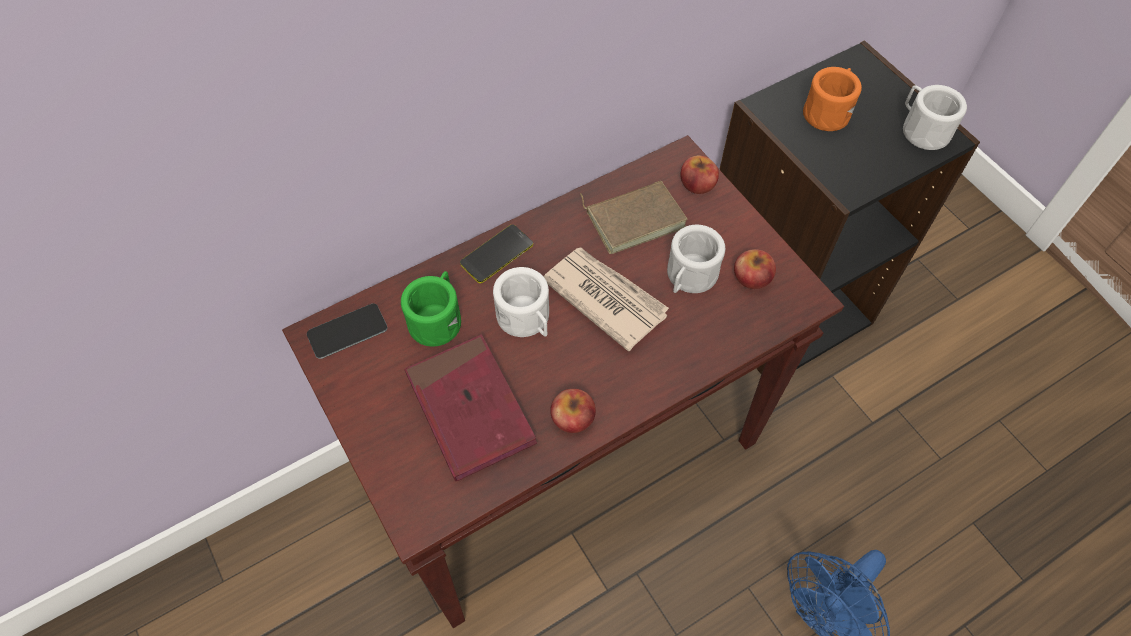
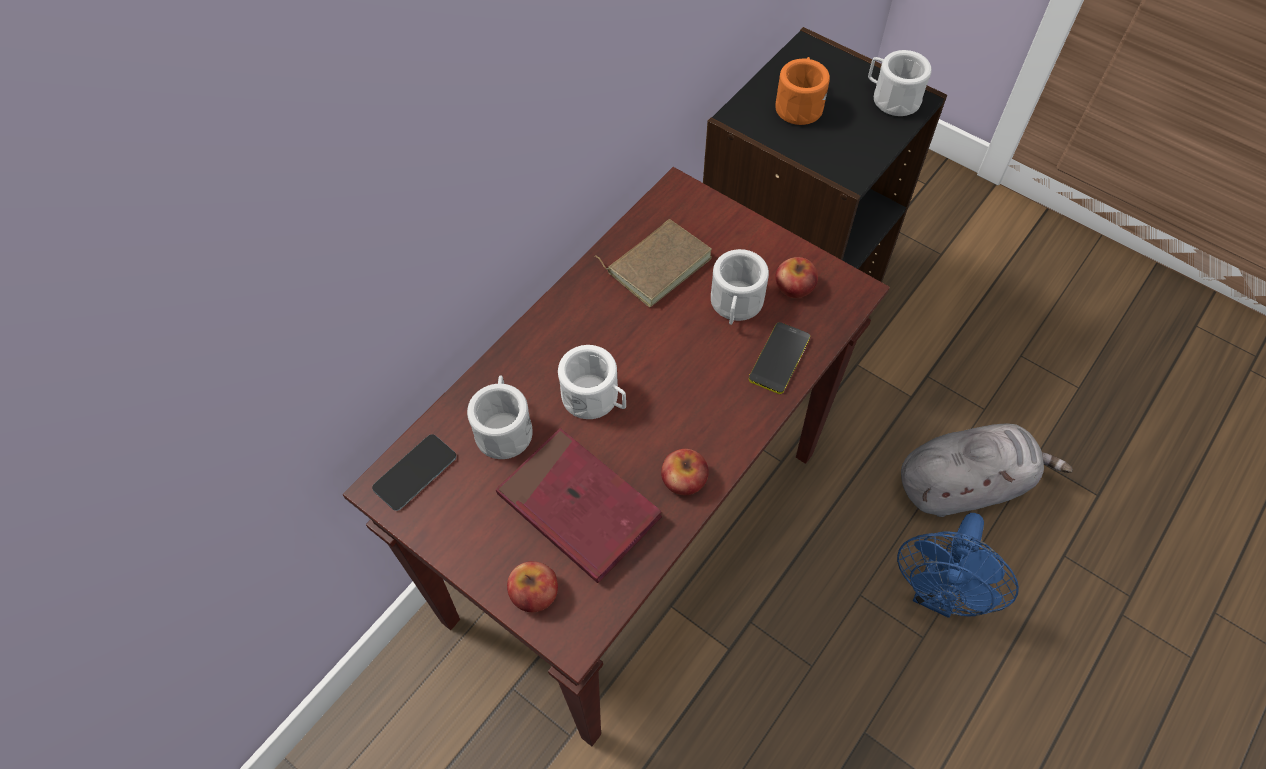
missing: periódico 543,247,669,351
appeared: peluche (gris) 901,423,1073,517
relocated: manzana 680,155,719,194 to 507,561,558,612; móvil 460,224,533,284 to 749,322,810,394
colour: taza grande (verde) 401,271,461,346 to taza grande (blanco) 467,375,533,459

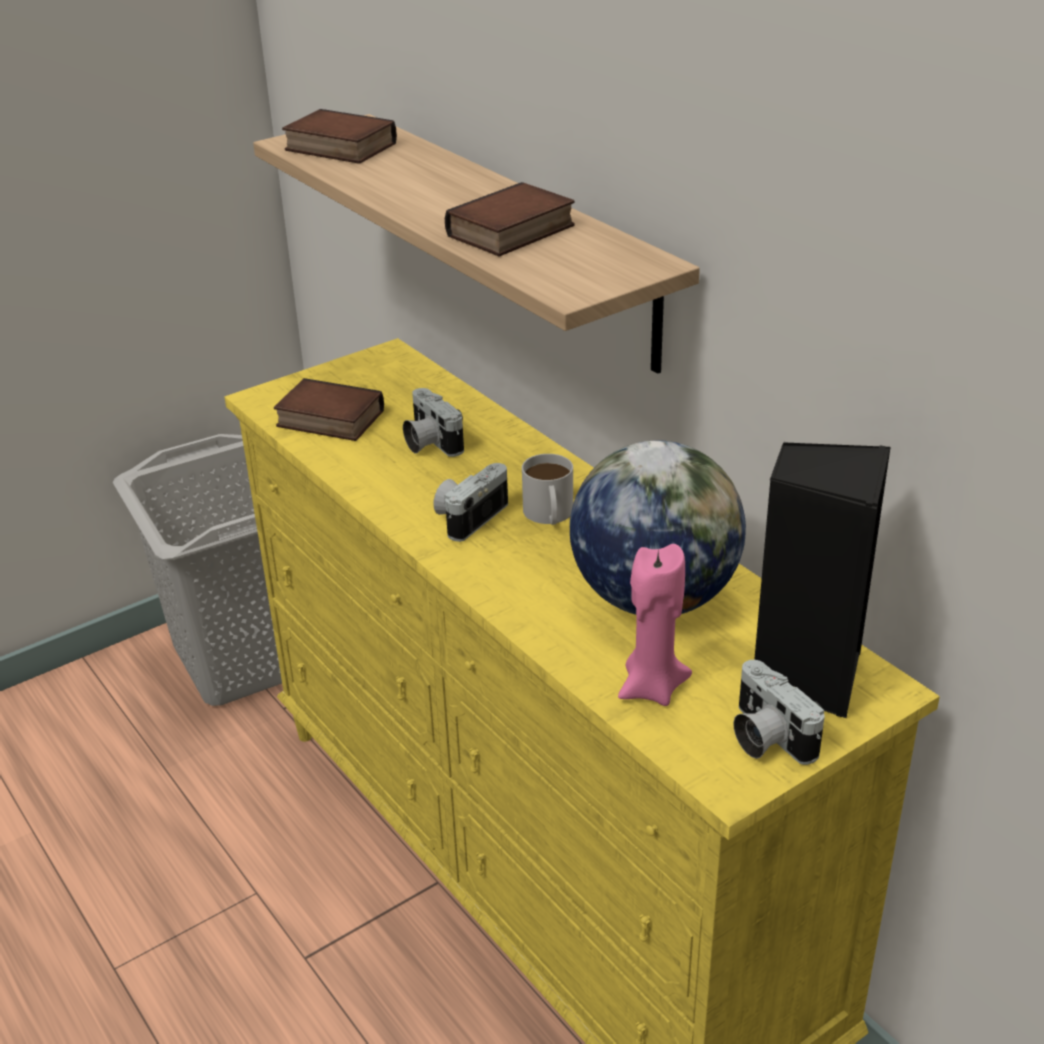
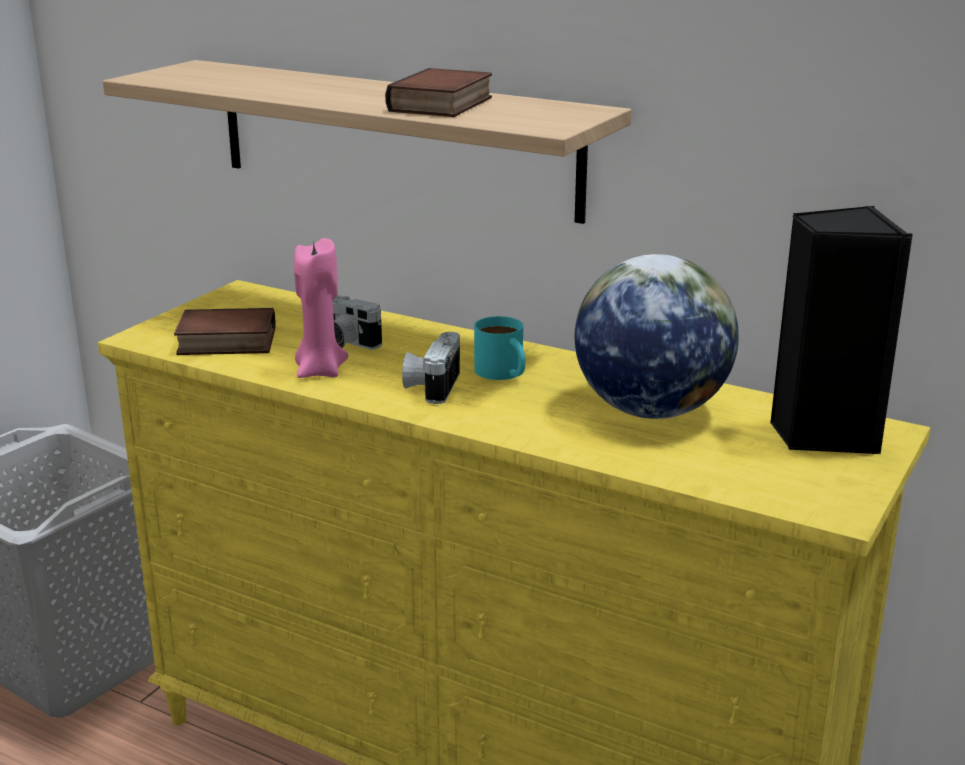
missing: libro 282,109,397,164; cámara 733,660,825,765
relocated: vela (rosa) 618,544,692,706 to 294,238,348,378
colour: taza grande (blanco) 522,454,573,525 to taza grande (turquesa) 474,316,525,380

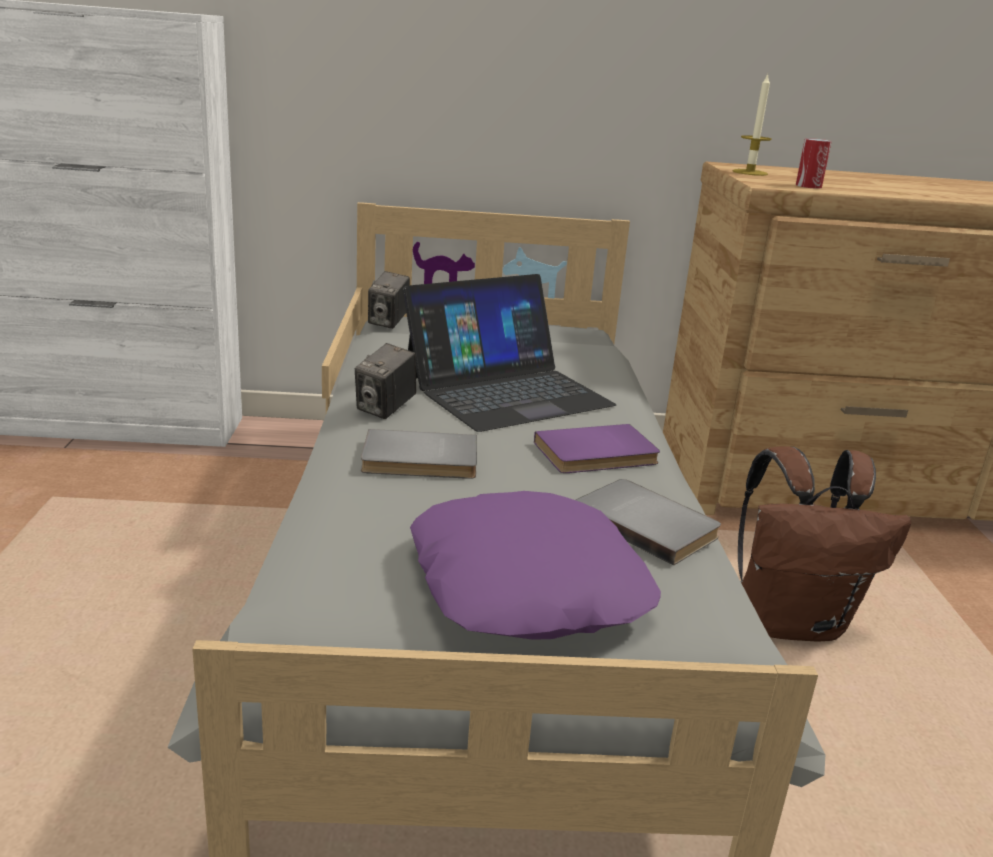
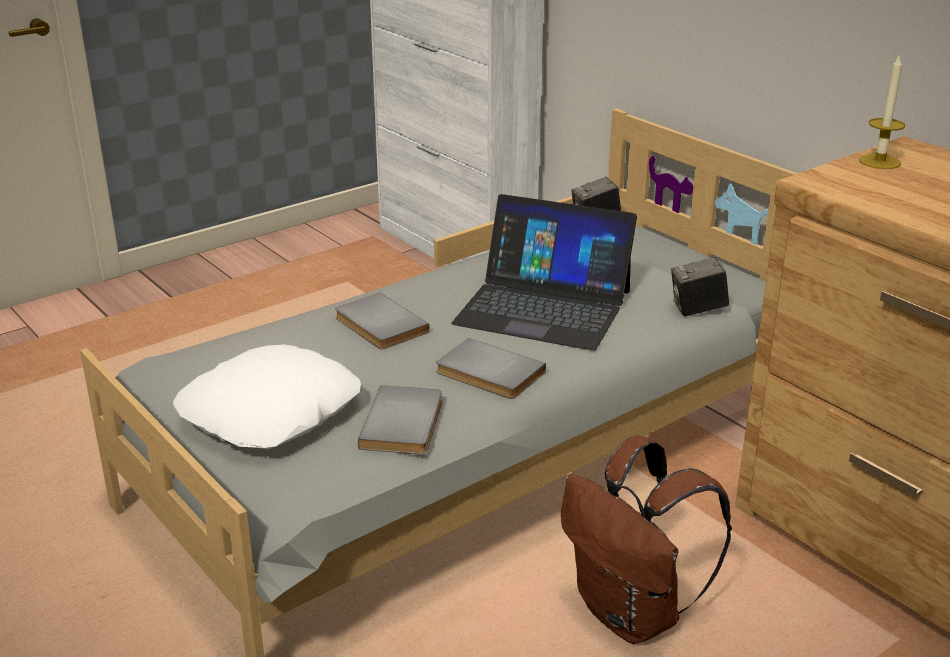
missing: lata 796,138,832,189
relocated: cámara 355,343,416,419 to 671,257,729,316
colour: cojín (morado) 410,491,661,640 to cojín (blanco) 173,345,361,450; libro (morado) 534,424,660,473 to libro (gris) 436,338,546,399

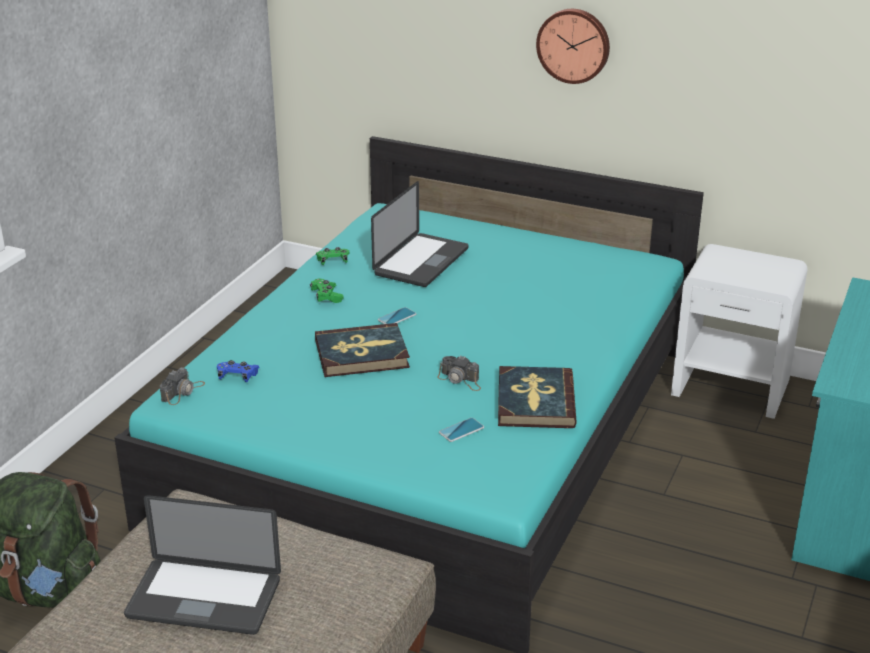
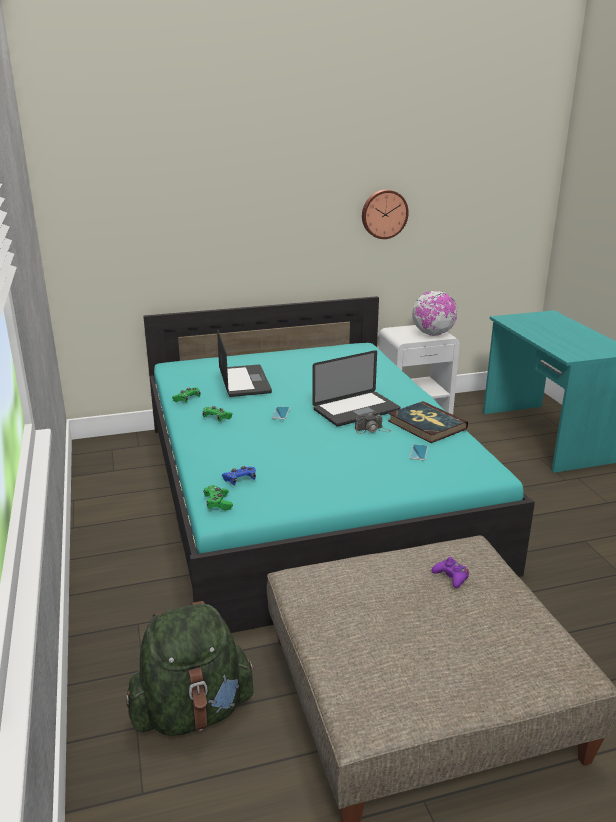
missing: libro 315,323,410,377
appeared: globo terráqueo 412,291,457,336; mando de consola (morado) 431,557,469,588
relocated: portátil 124,495,281,635 to 312,350,400,427; reloj de pared 536,9,610,84 to 362,190,409,239
exchanged: cámara 160,367,205,405 to mando de consola (verde) 203,485,233,511

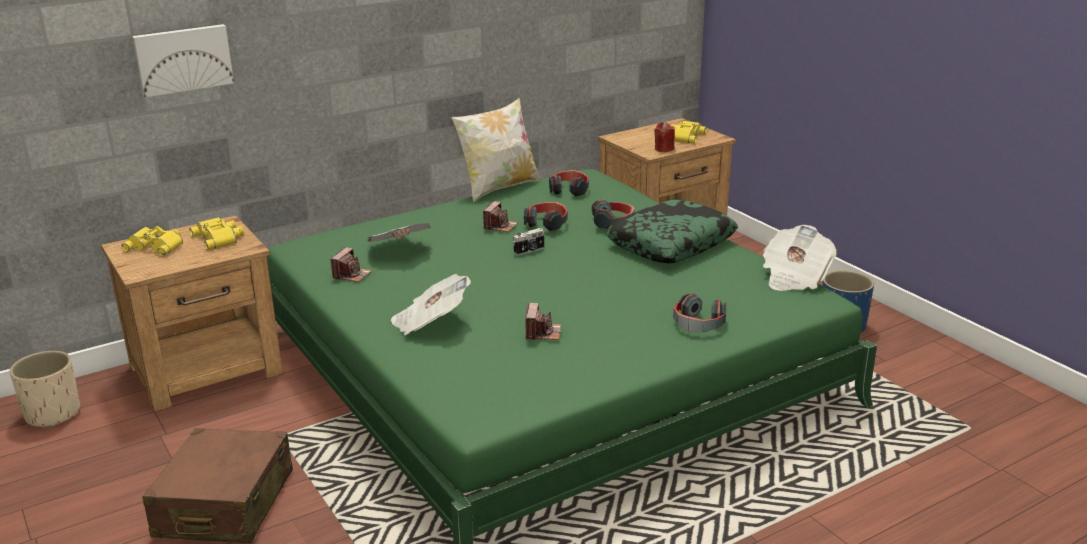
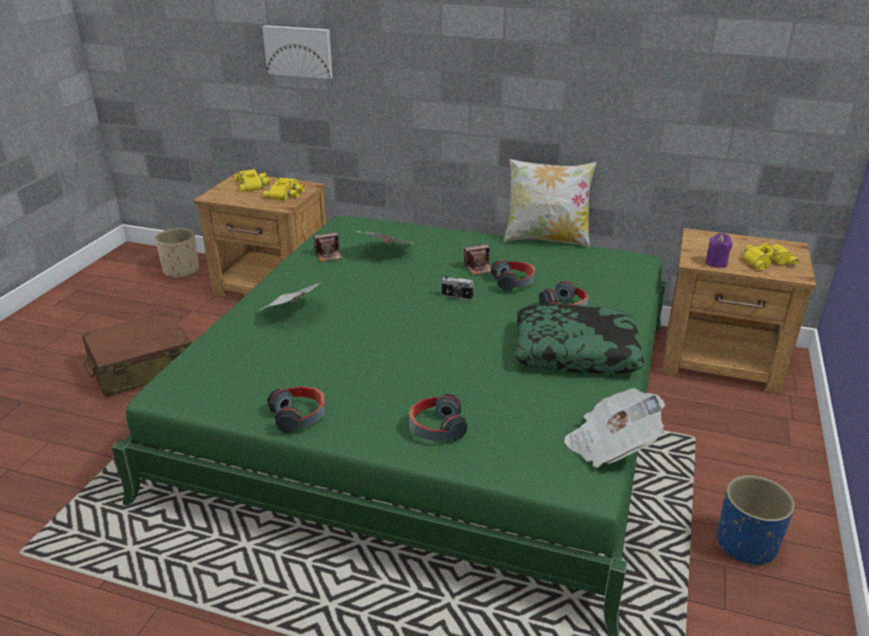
missing: cámara 526,303,561,341
relocated: auriculares 549,170,589,197 to 267,386,325,433
colour: vela (rojo) 654,122,675,152 to vela (morado) 705,233,732,268

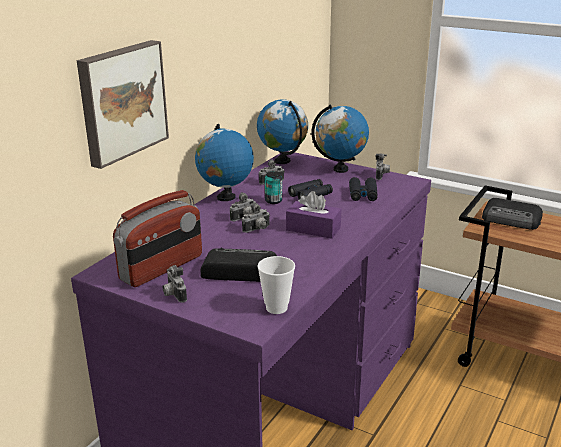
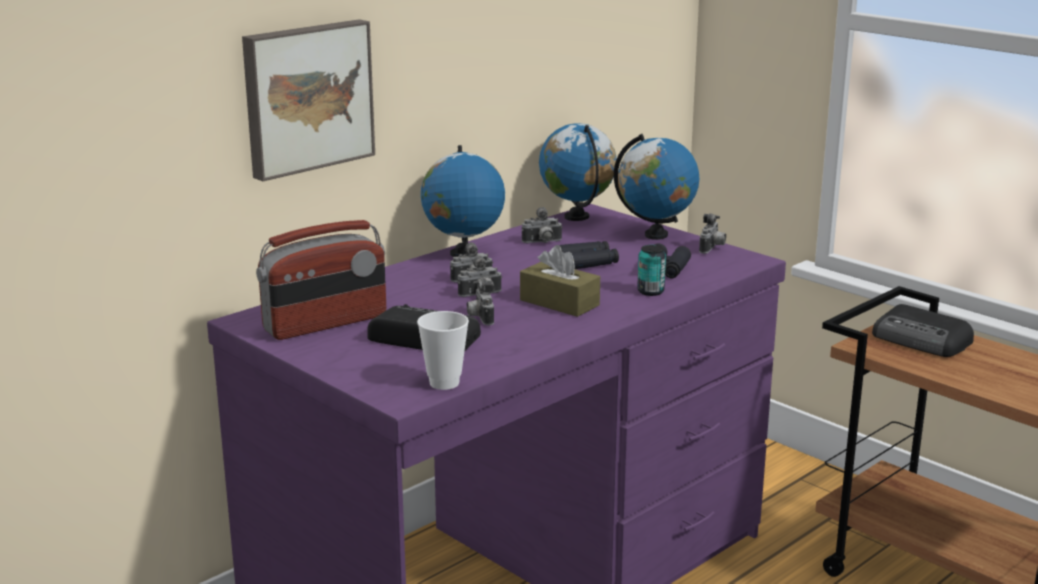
relocated: cámara 162,265,187,303 to 467,278,494,326; lata 265,171,282,204 to 637,245,666,296
colour: caja de pañuelos (morado) 286,191,341,239 to caja de pañuelos (marrón) 520,245,600,317

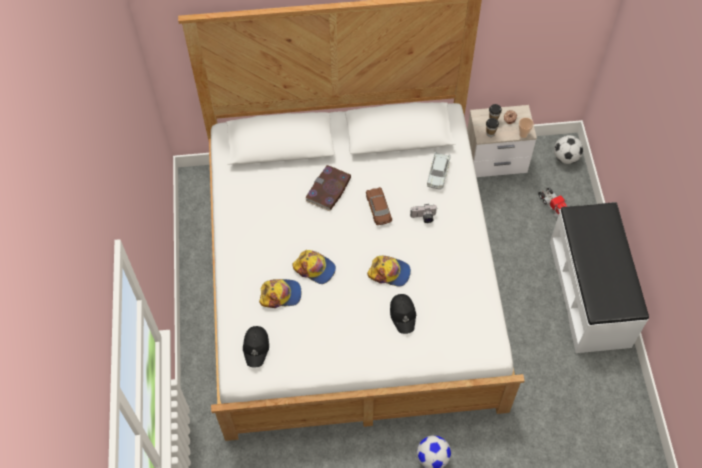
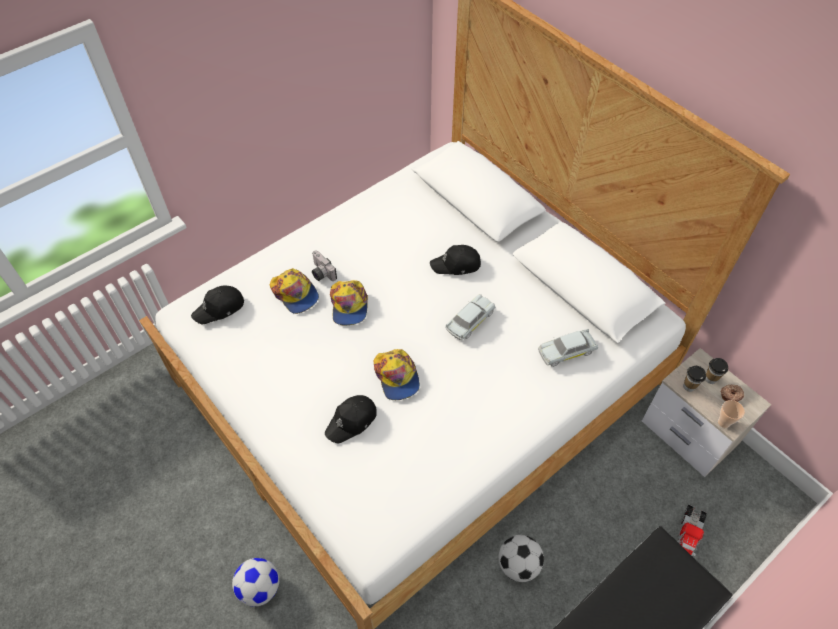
relocated: cámara 410,204,437,223 to 312,250,337,281; balón de fútbol 554,135,583,164 to 498,535,544,582
exchanged: libro 305,165,351,211 to gorra (negro) 430,245,481,275
colour: coche de juguete (marrón) 366,187,392,225 to coche de juguete (blanco) 445,294,495,340

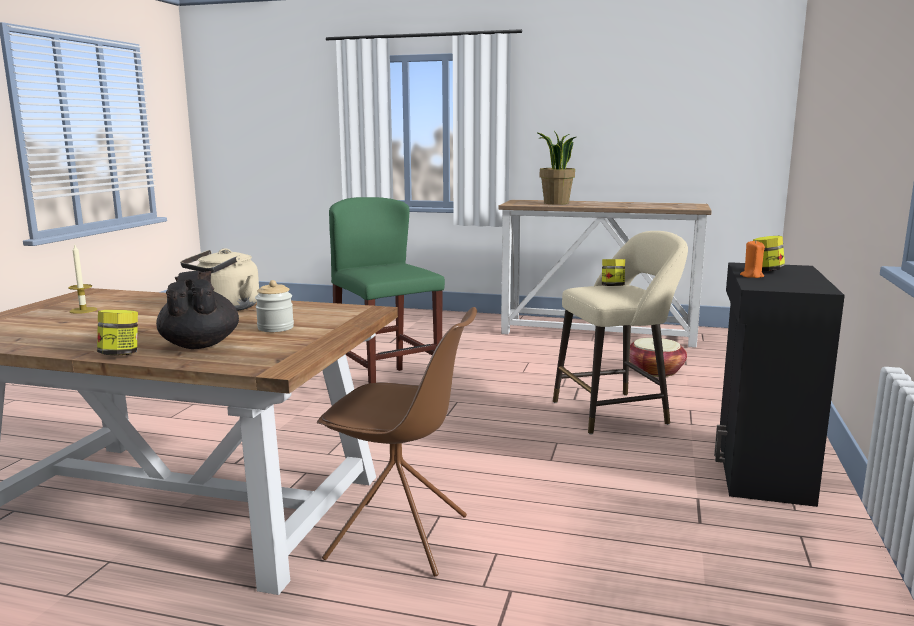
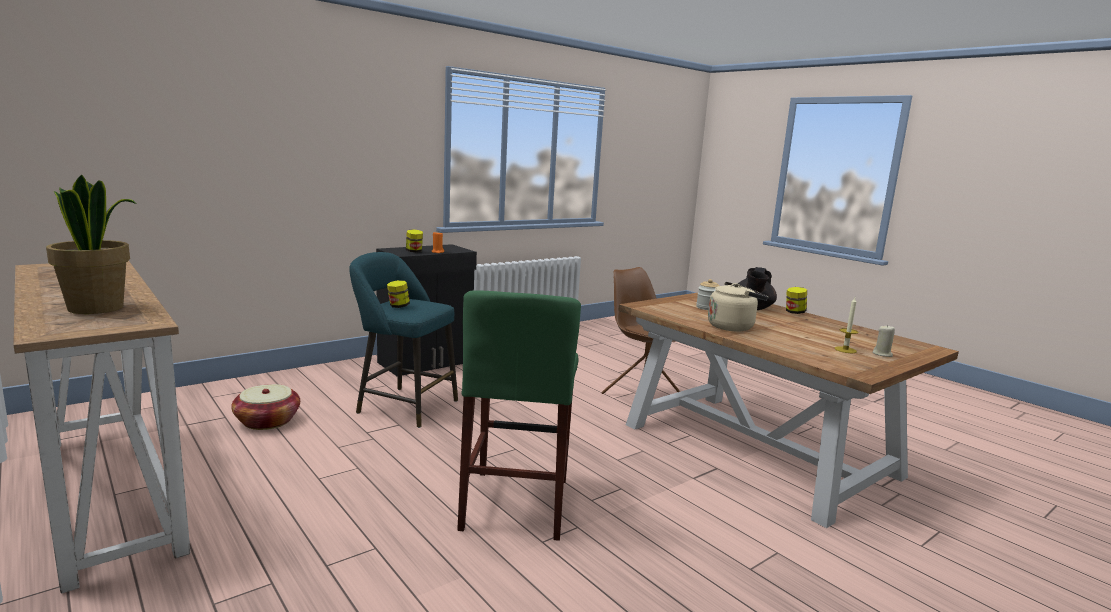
appeared: vela (beis) 872,325,895,357
colour: taburete (beis) 553,231,688,434 to taburete (turquesa) 349,252,458,428

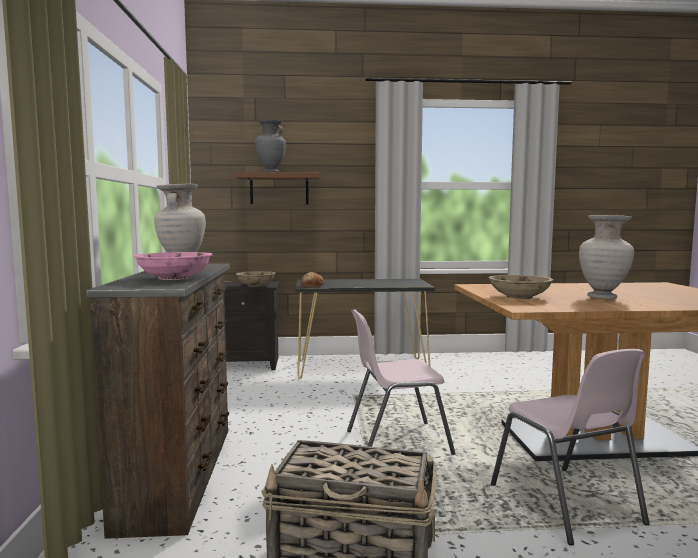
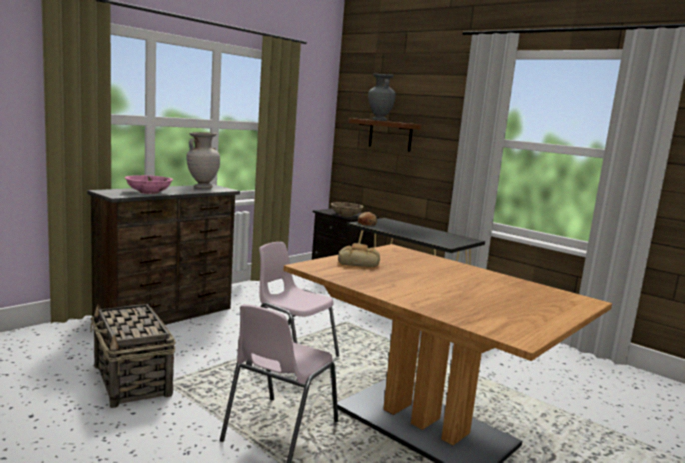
missing: florero (beis) 579,215,634,299
exchanged: cuenco (beis) 489,275,553,299 to pan 338,243,380,267

